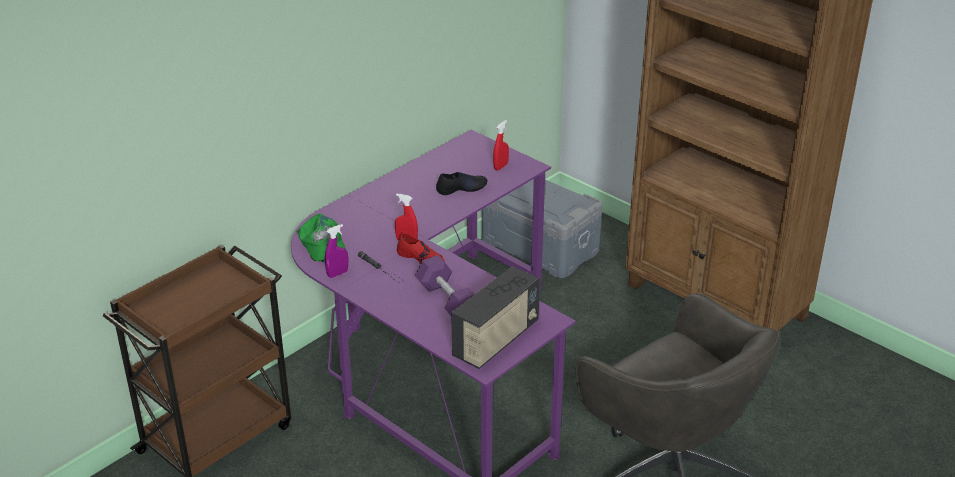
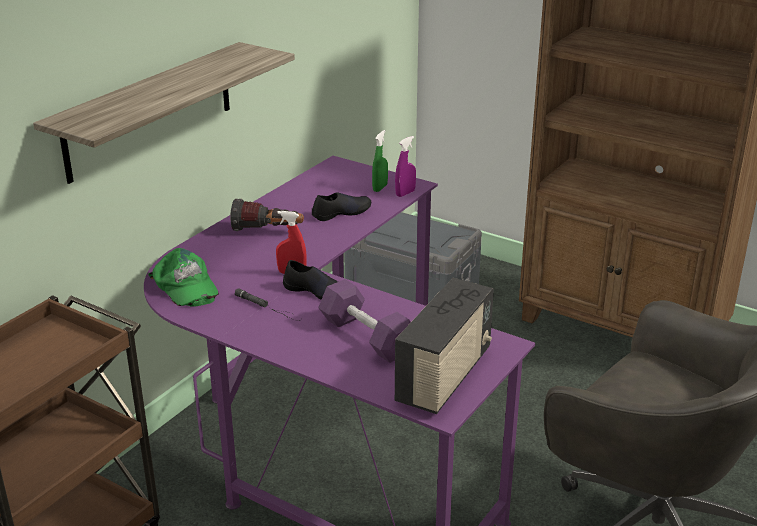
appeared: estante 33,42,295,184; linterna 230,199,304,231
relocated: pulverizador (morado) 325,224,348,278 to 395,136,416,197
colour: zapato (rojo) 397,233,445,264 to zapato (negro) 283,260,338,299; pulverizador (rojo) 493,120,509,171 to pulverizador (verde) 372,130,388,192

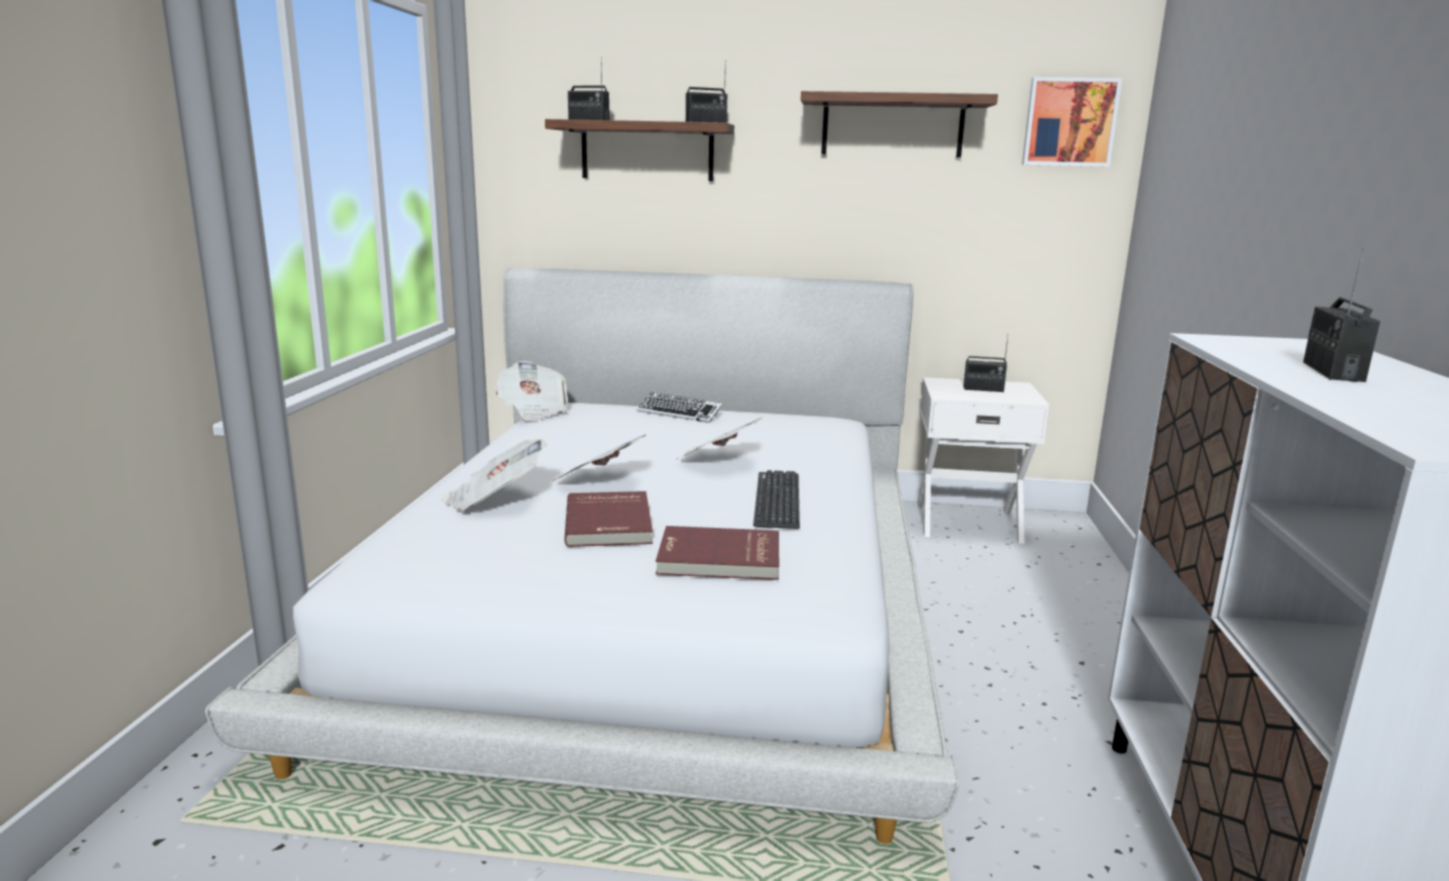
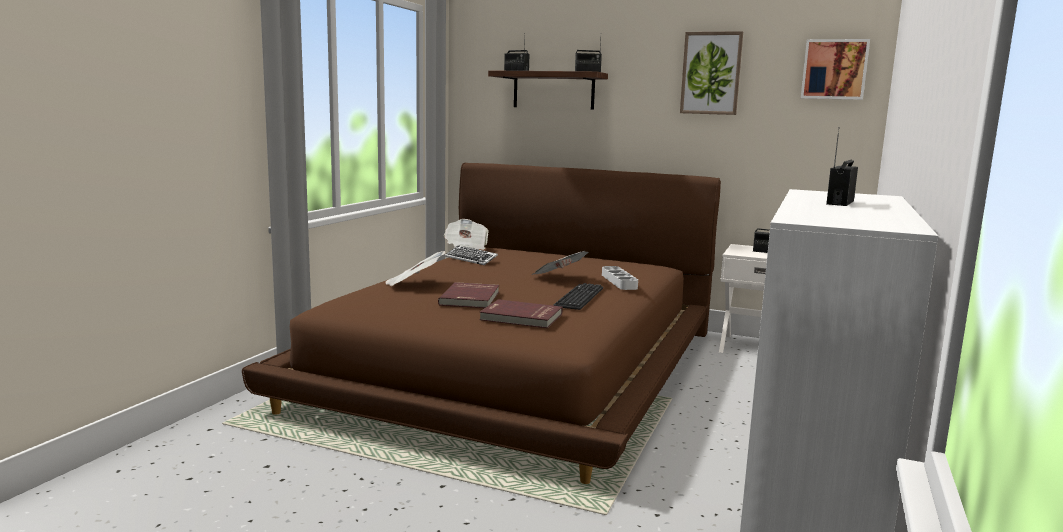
missing: periódico 553,435,646,481
appeared: bandeja (gris) 602,266,638,290
relocated: teclado 637,392,723,423 to 445,245,498,265
exchanged: estante 801,91,998,158 to cuadro 680,31,743,115
colour: cama (blanco) 205,268,959,844 to cama (marrón) 242,163,721,484

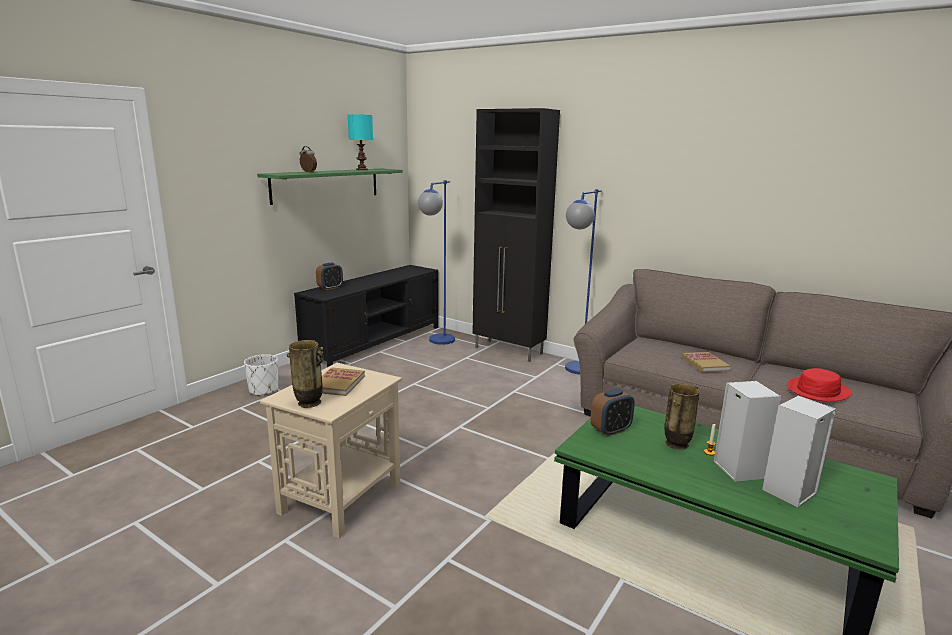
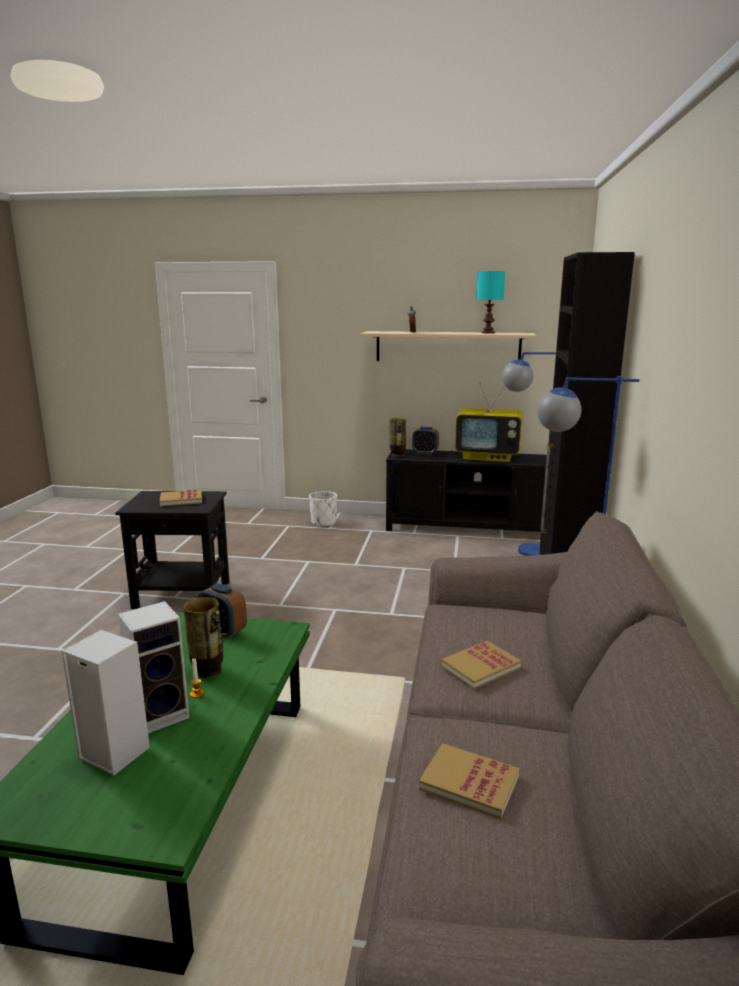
appeared: televisor 455,383,522,462
relocated: florero 287,340,324,408 to 389,418,406,457
exchanged: sombrero (rojo) 787,368,851,402 to libro 419,743,520,819
colour: mesa auxiliar (beis) 260,363,402,538 to mesa auxiliar (negro) 115,491,229,609; estante (verde) 257,169,402,205 to estante (beis) 361,331,537,361

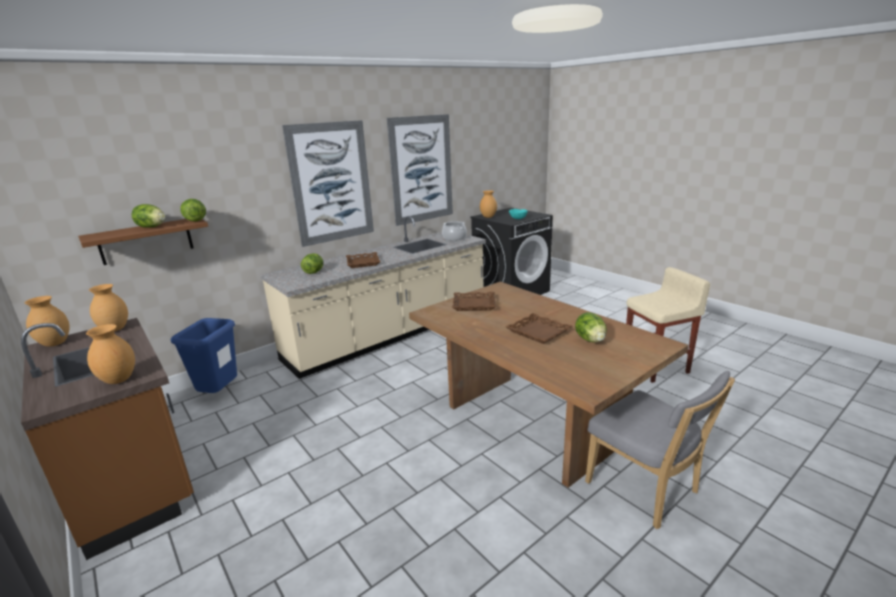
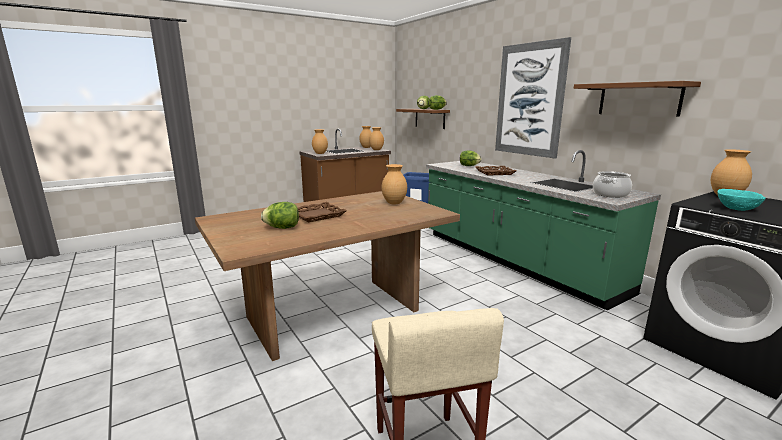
missing: silla (gris) 585,371,735,529
exchanged: bandeja (marrón) 452,292,496,311 to florero (marrón) 382,164,407,204; cuadro 387,114,453,226 to estante (marrón) 574,81,701,117
colour: mueble bajo de cocina (beis) 261,216,486,379 to mueble bajo de cocina (verde) 426,150,661,310

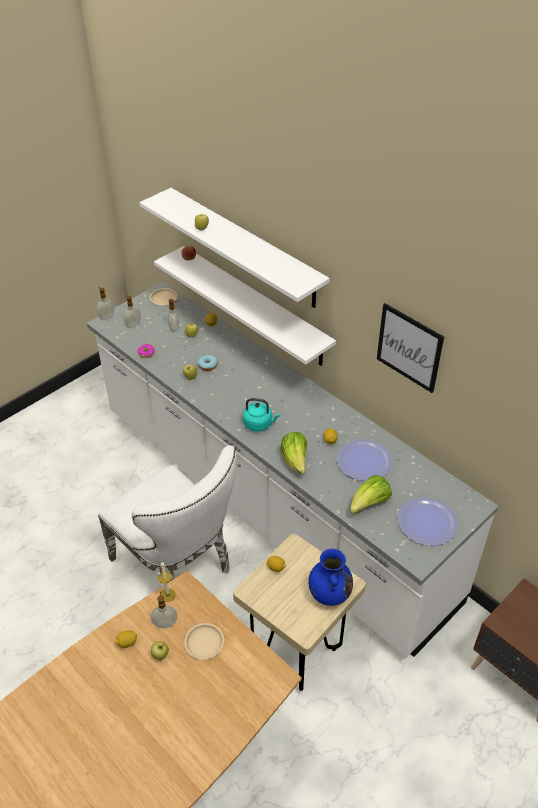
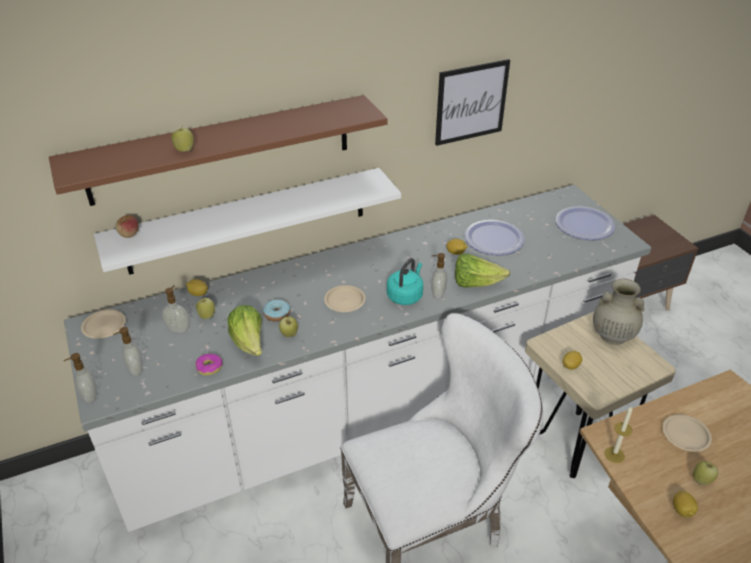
appeared: plato (beis) 324,285,365,312
relocated: lechuga 350,475,392,514 to 228,305,262,356; dispensador de jabón 151,592,177,628 to 431,253,448,299
colour: estante (blanco) 140,188,330,308 to estante (marrón) 49,95,388,206; florero (azul) 309,549,353,606 to florero (beis) 593,279,644,345

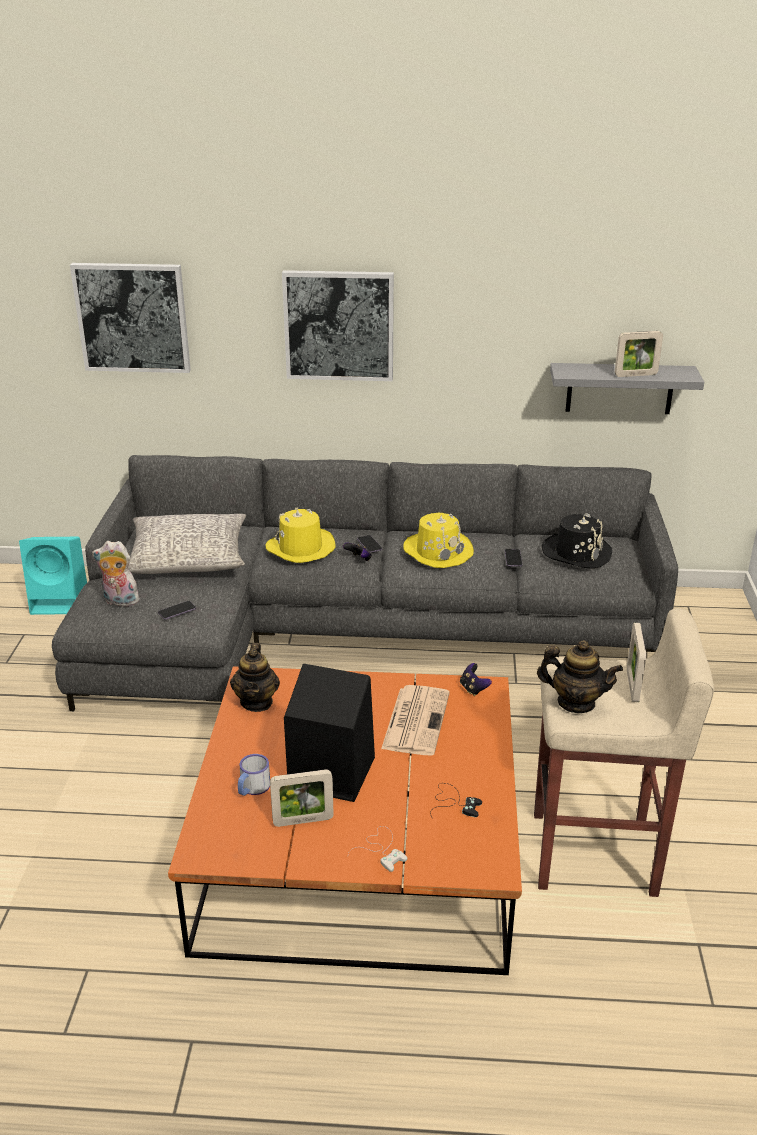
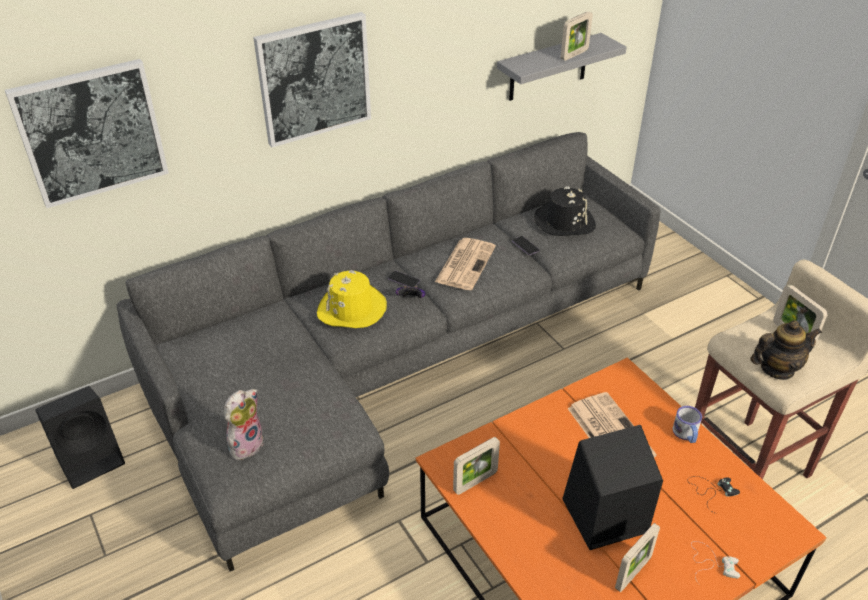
missing: cojín (gris) 128,514,246,574; móvil 158,601,196,620; mando de consola 460,663,492,696
relocated: taza grande 238,754,270,796 to 673,406,702,443
exchanged: sombrero (amarillo) 403,513,474,568 to periódico 435,238,496,290; tetera 230,643,280,712 to portarretratos 453,437,500,495
colour: altavoz (turquesa) 19,537,87,615 to altavoz (negro) 35,386,125,489
spun: peluche 92,541,140,607 = 224,389,264,460 150 degrees clockwise

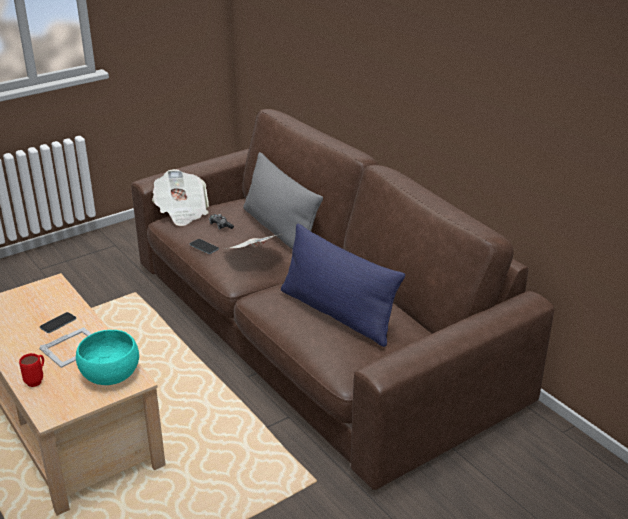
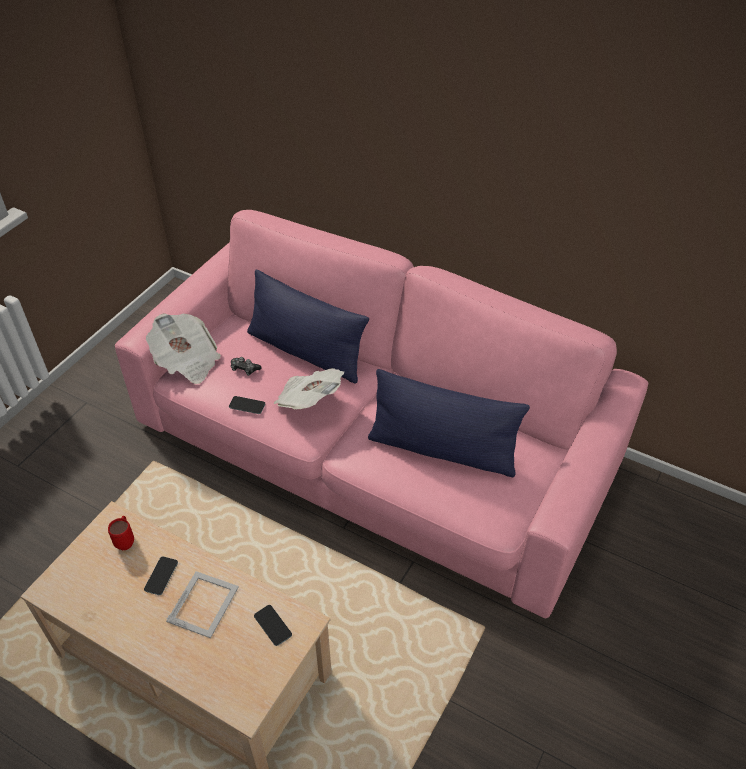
relocated: taza grande (rojo) 19,353,44,387 to 108,516,134,550
exchanged: cuenco (turquesa) 76,330,139,385 to móvil 254,605,292,646
colour: sofá (marrón) 131,109,554,490 to sofá (rosa) 115,210,648,618; cojín (gris) 243,152,323,249 to cojín (azul) 247,269,369,384

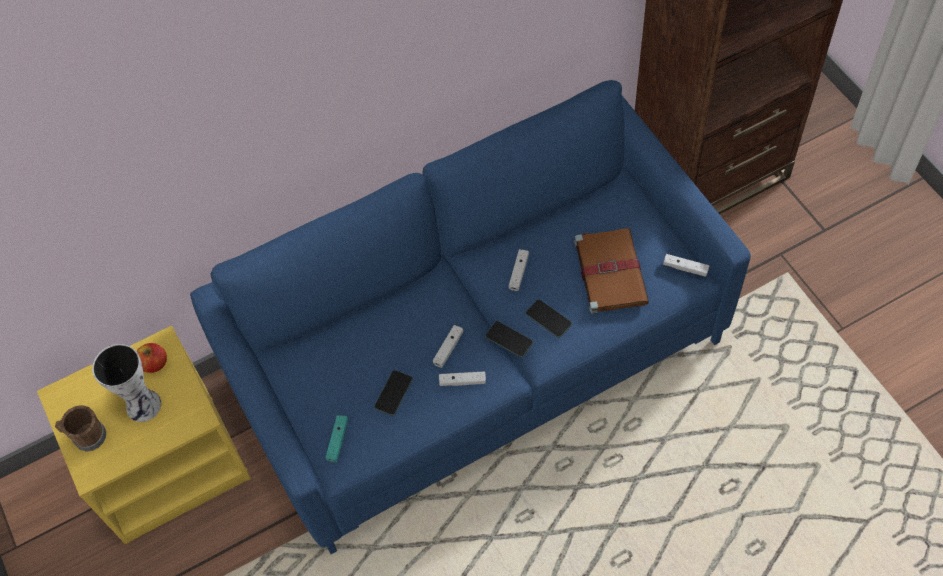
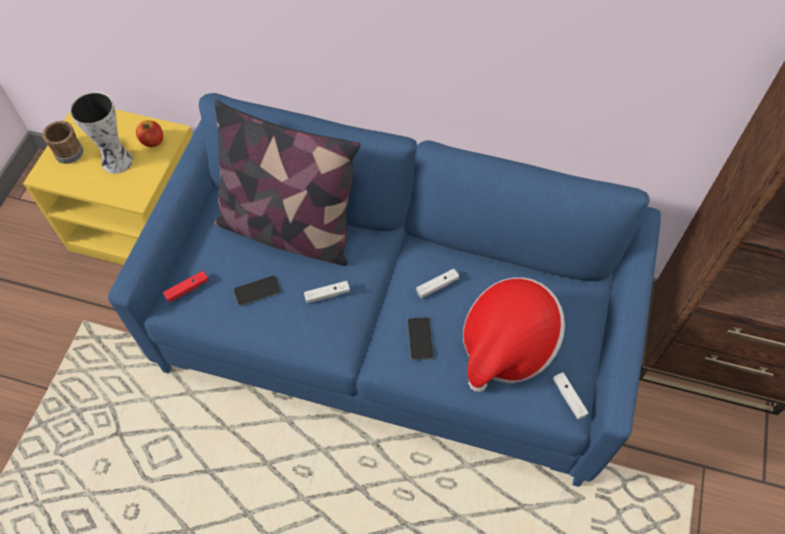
missing: mando de consola (blanco) 439,371,486,386; móvil 485,321,533,357
appeared: cojín 214,100,360,266
exchanged: libro (marrón) 574,228,649,314 to sombrero 463,277,565,392
colour: mando de consola (turquesa) 325,415,348,462 to mando de consola (rojo) 163,271,209,302

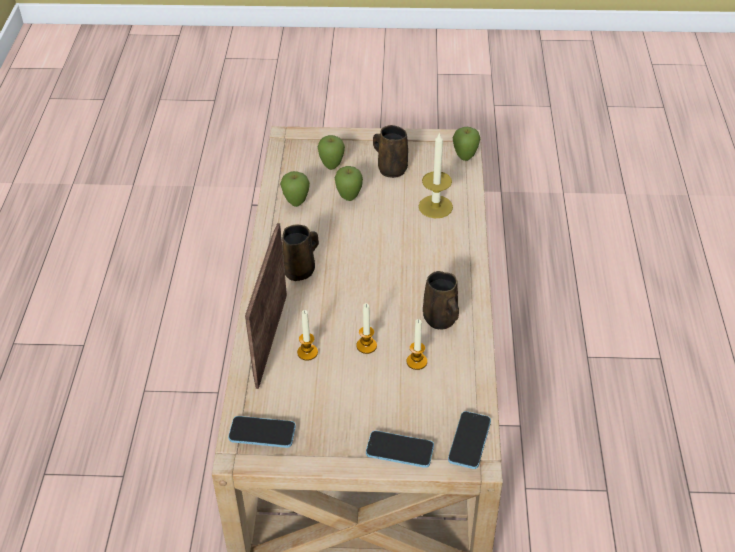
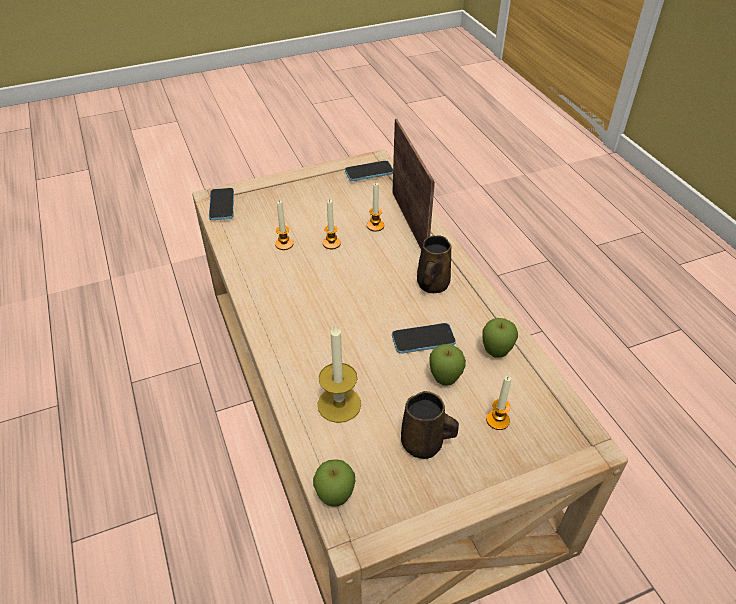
missing: taza grande (marrón) 423,271,459,330
relocated: móvil 366,431,434,468 to 392,323,456,354
exchanged: manzana 318,135,345,170 to vela 486,376,511,430

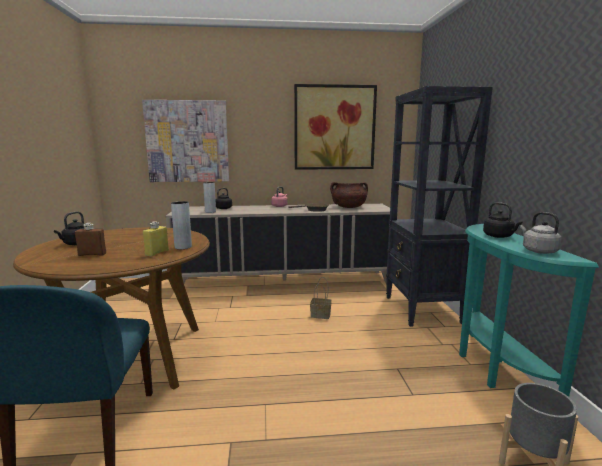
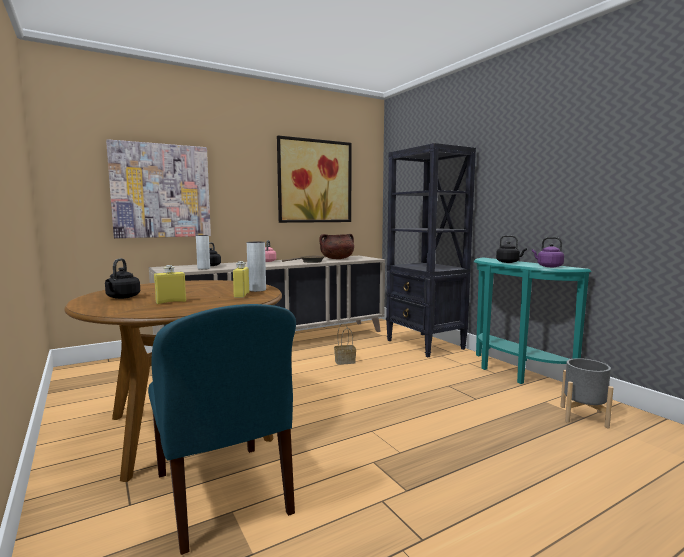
colour: botella (marrón) 75,223,106,256 to botella (amarillo) 154,265,186,304; hervidor (gris) 520,212,562,254 to hervidor (morado) 532,237,564,267

